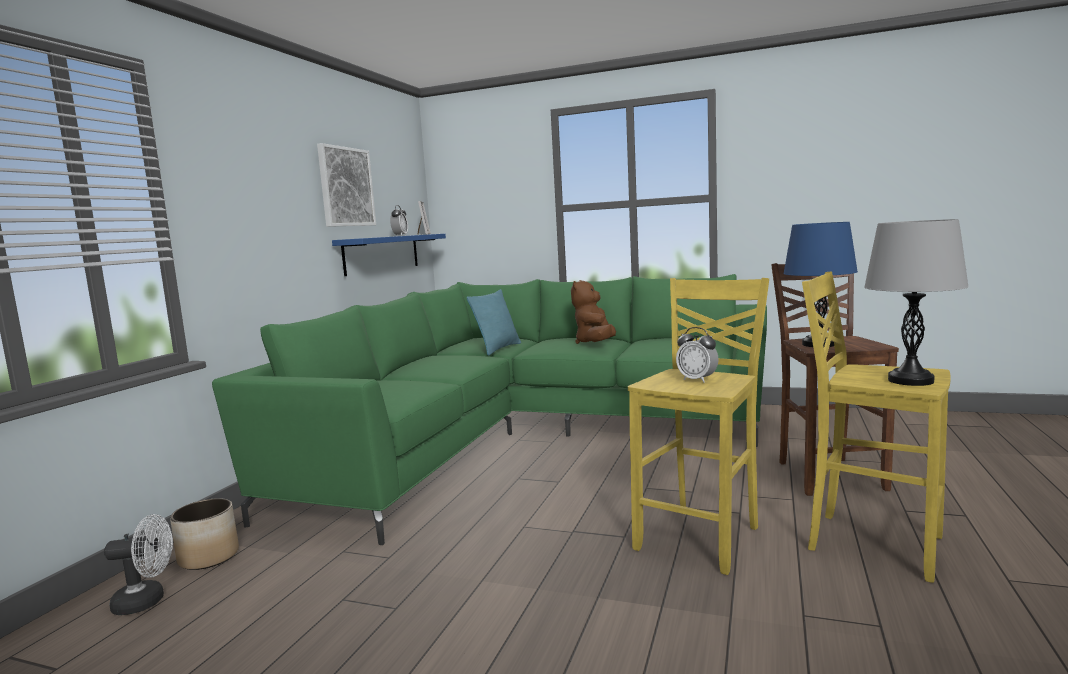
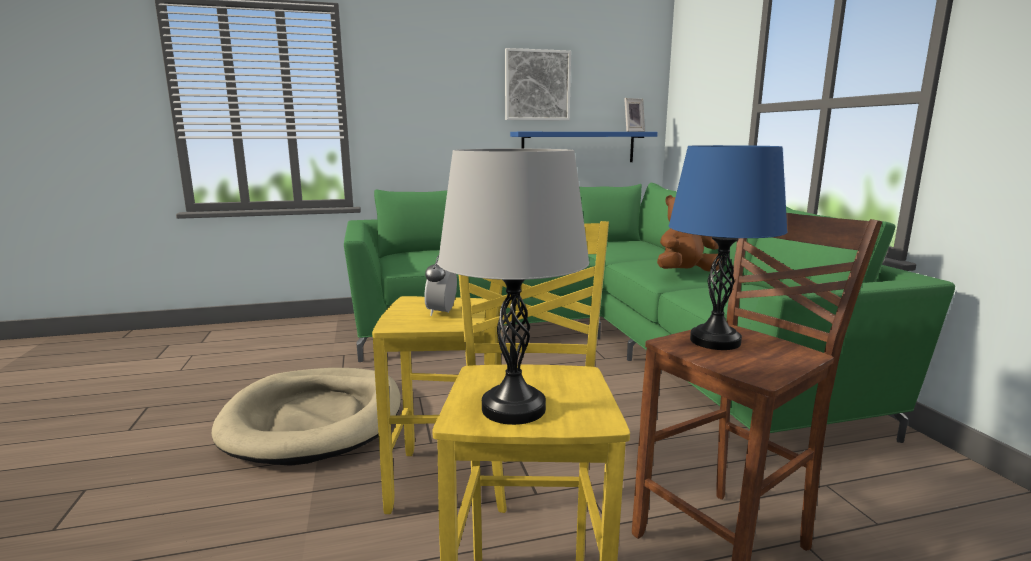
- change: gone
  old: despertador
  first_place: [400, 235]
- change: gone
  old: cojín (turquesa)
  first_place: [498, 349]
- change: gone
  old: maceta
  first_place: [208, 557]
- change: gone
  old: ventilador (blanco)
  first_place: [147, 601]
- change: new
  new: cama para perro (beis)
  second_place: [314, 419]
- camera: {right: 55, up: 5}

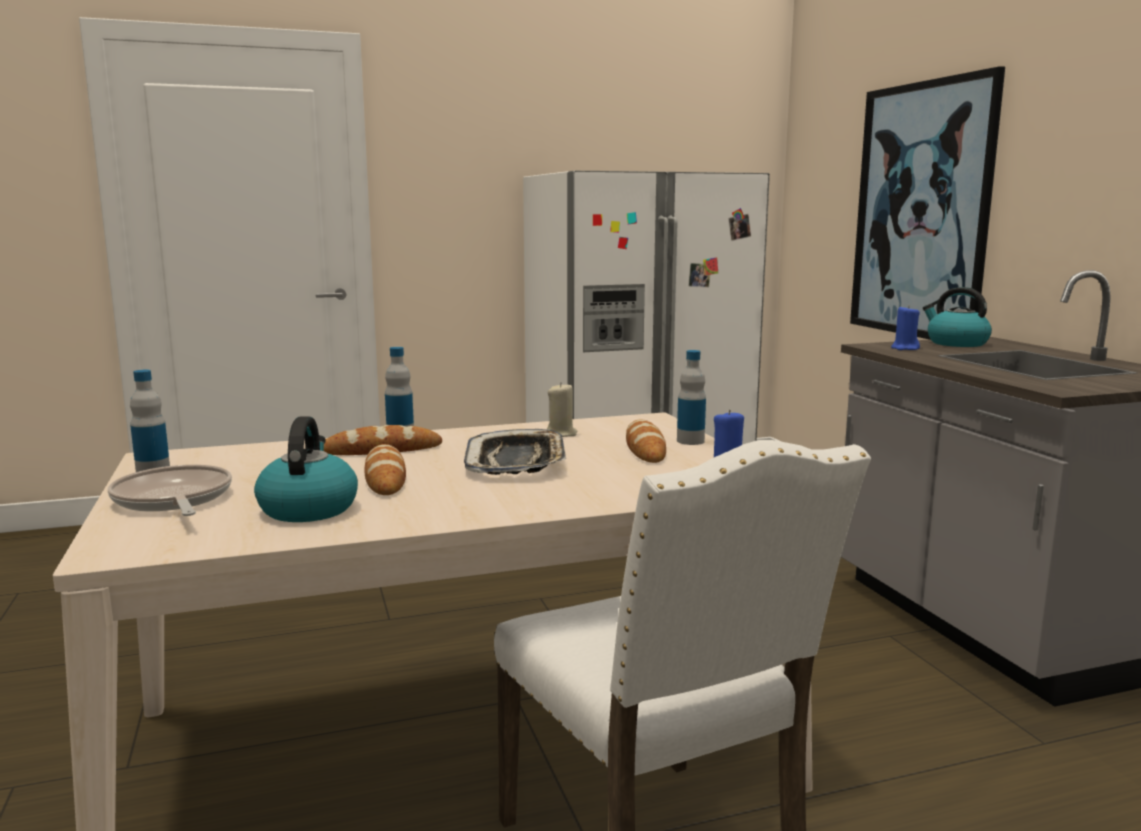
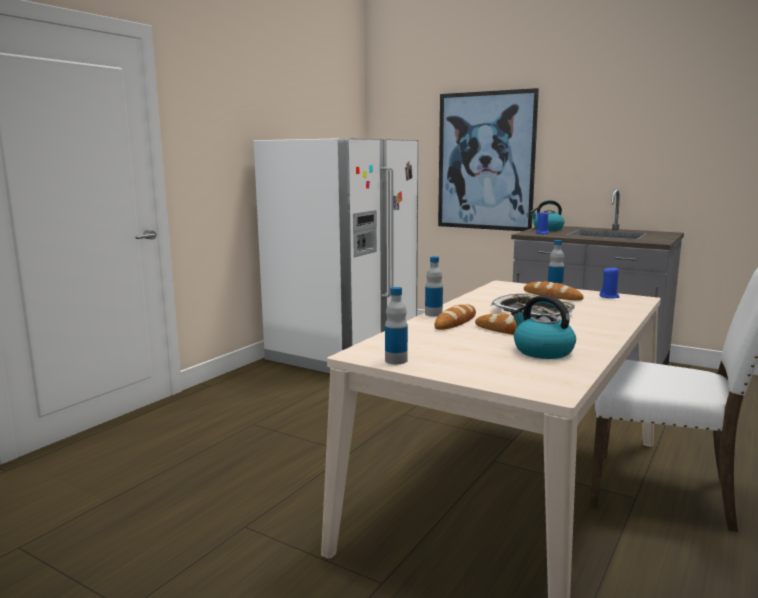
- change: gone
  old: vela (beis)
  first_place: [561, 434]
- change: gone
  old: sartén
  first_place: [173, 500]
- camera: {right: -40, up: 0}

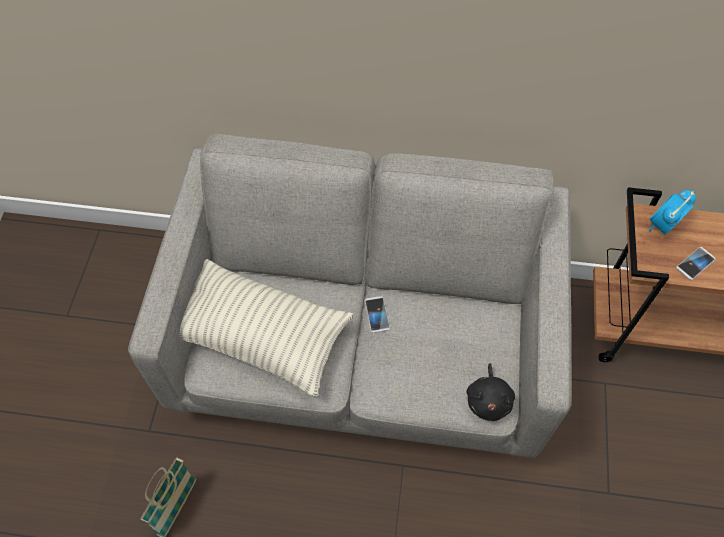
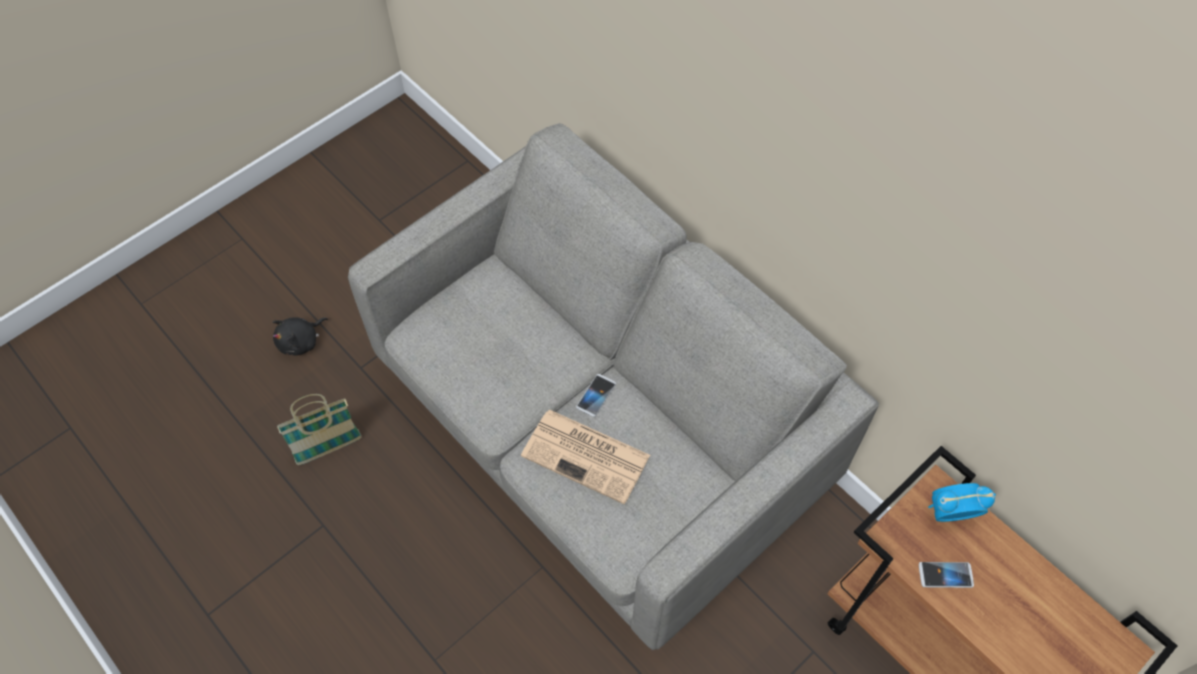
- change: gone
  old: cojín
  first_place: [261, 336]
- change: shifted
  old: peluche (negro)
  first_place: [488, 400]
  second_place: [301, 341]
- change: new
  new: periódico
  second_place: [587, 456]
- camera: {right: 40, up: 0}

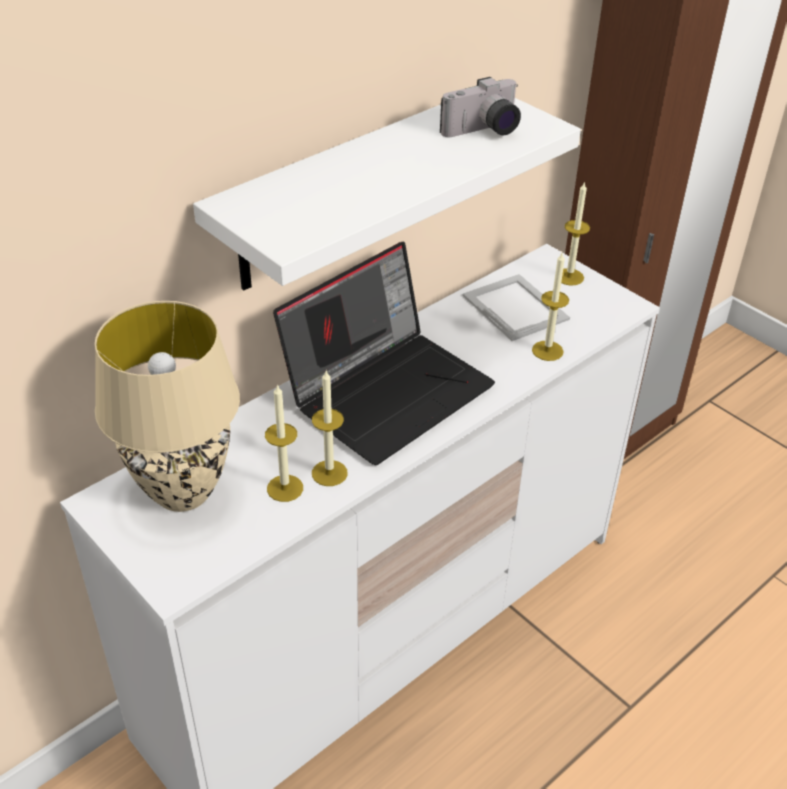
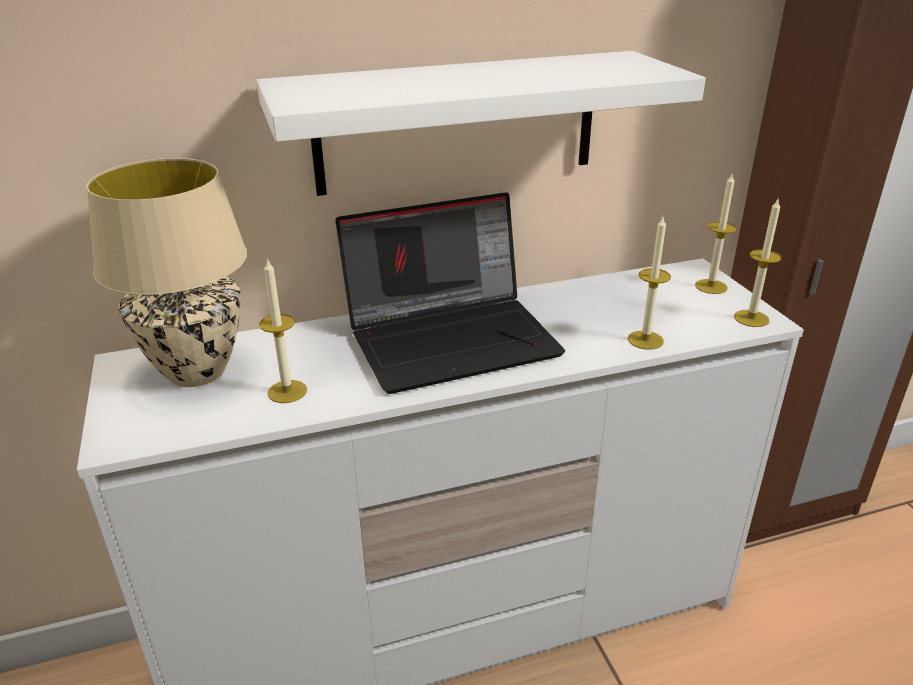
- change: gone
  old: cámara
  first_place: [484, 131]
- change: gone
  old: portarretratos
  first_place: [515, 306]
- change: shifted
  old: vela
  first_place: [329, 473]
  second_place: [751, 318]
- camera: {right: 25, up: -10}

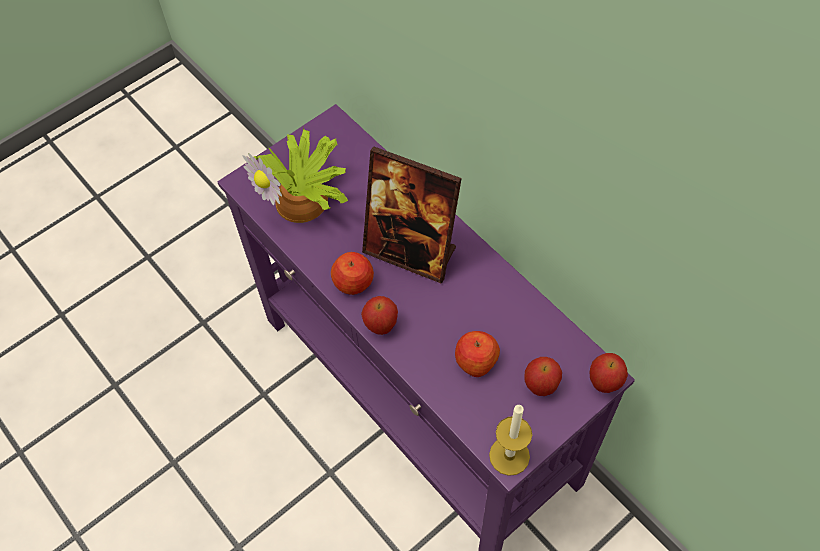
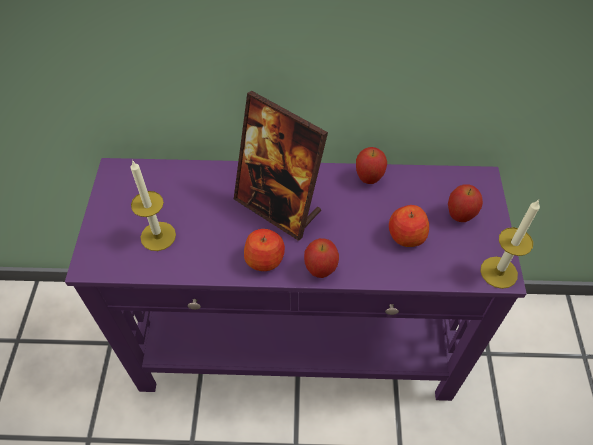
- change: swapped
  old: planta en maceta
  new: vela
  first_place: [305, 200]
  second_place: [158, 236]
- change: rotated
  old: portarretratos
  first_place: [410, 251]
  second_place: [278, 207]
  degrees: 60
- change: shifted
  old: manzana
  first_place: [604, 383]
  second_place: [369, 178]
- camera: {right: -50, up: -5}

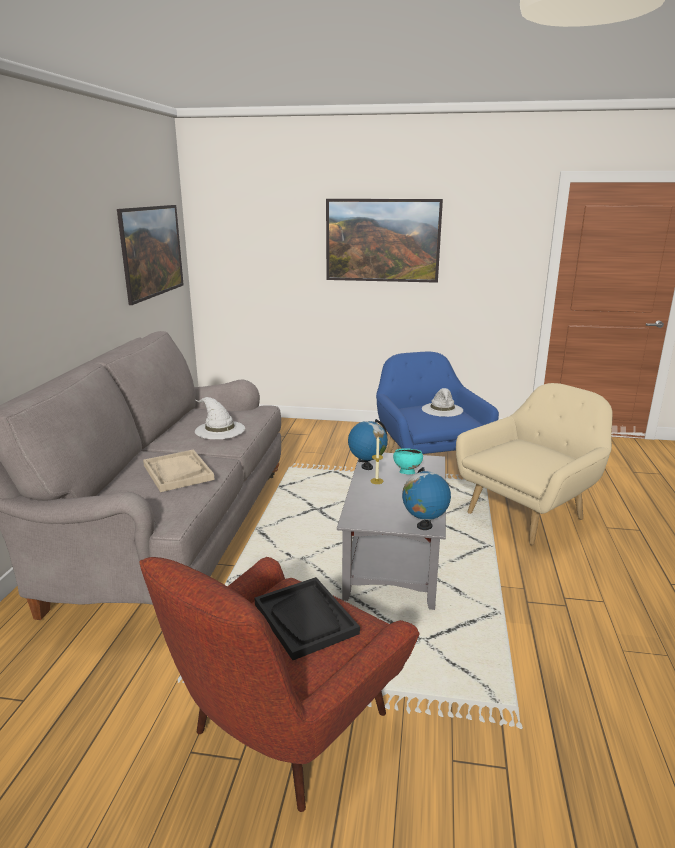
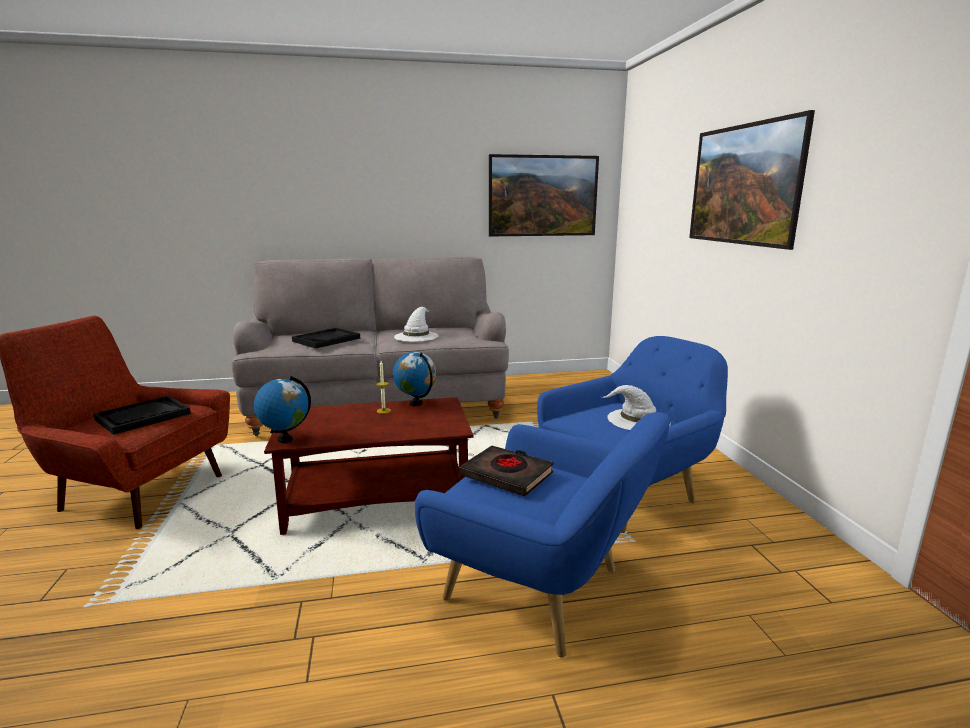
- change: repainted
  old: sillón (beis)
  new: sillón (azul)
  first_place: [528, 513]
  second_place: [542, 592]
- change: gone
  old: cuenco (turquesa)
  first_place: [406, 473]
- change: repainted
  old: bandeja (beis)
  new: bandeja (negro)
  first_place: [178, 472]
  second_place: [326, 340]
- change: repainted
  old: mesa de centro (gris)
  new: mesa de centro (marrón)
  first_place: [393, 556]
  second_place: [379, 500]
- change: new
  new: libro (negro)
  second_place: [507, 475]
- camera: {right: 70, up: -5}

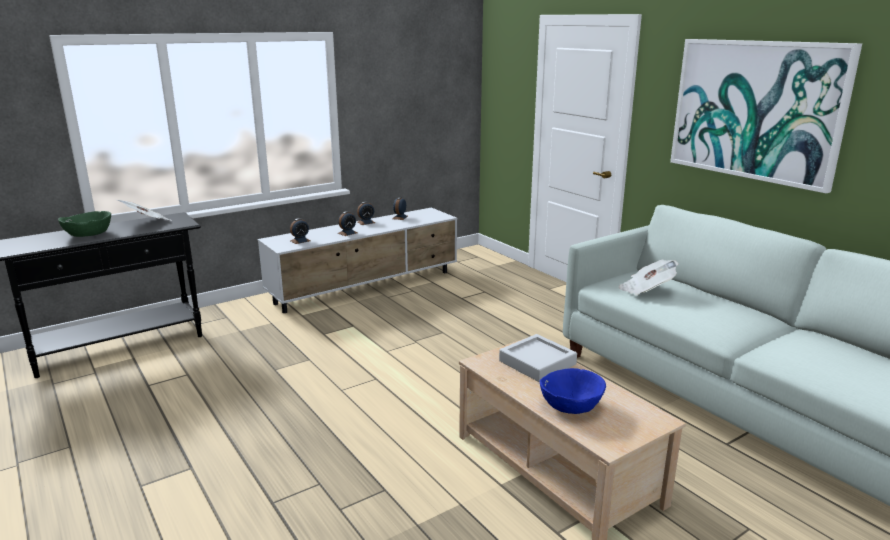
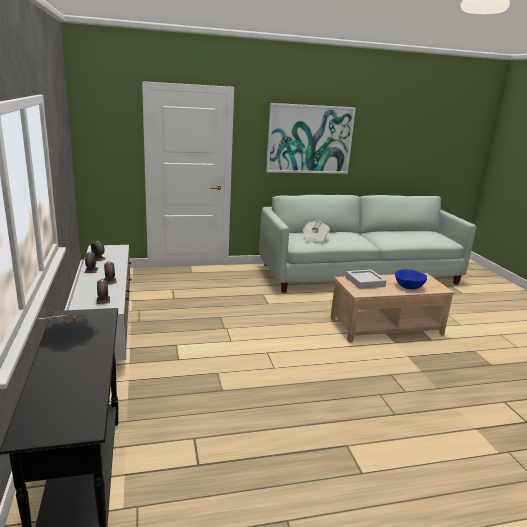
- change: gone
  old: cuenco (verde)
  first_place: [88, 234]
- camera: {right: -70, up: 0}

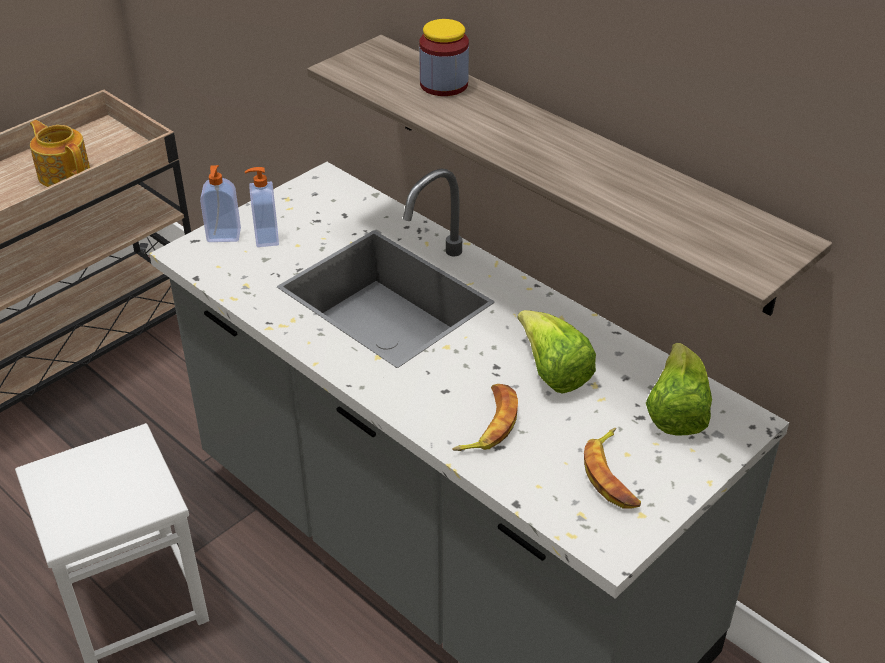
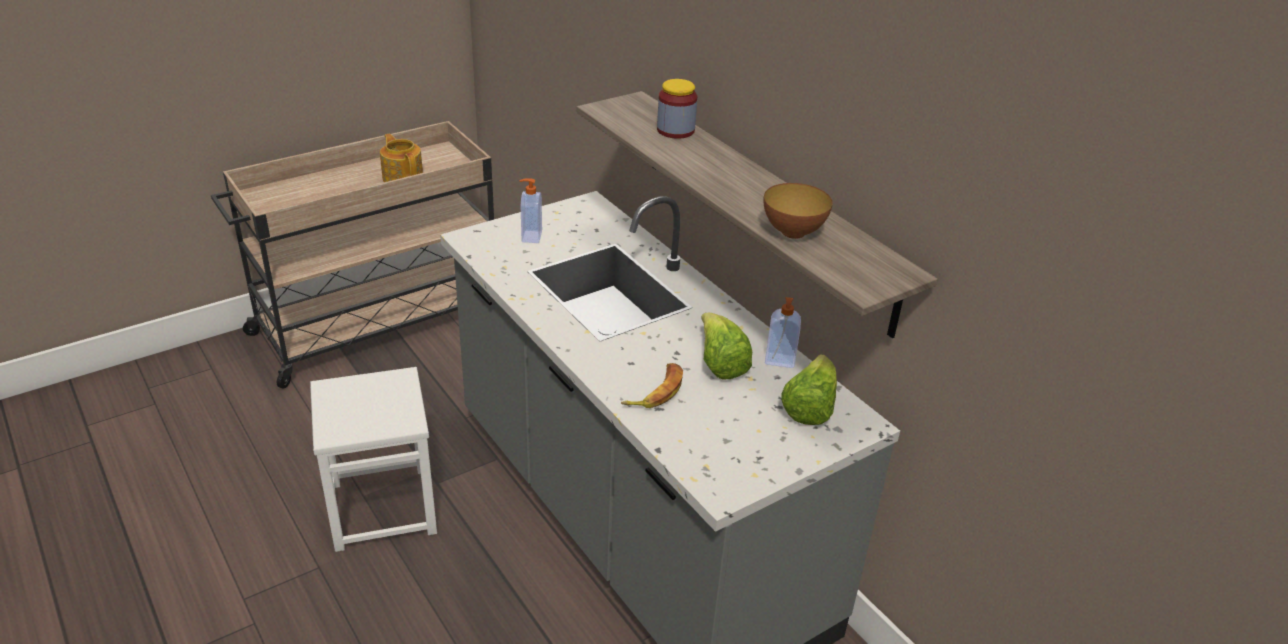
- change: shifted
  old: dispensador de jabón
  first_place: [224, 236]
  second_place: [779, 361]
- change: gone
  old: plátano
  first_place: [612, 475]
- change: new
  new: cuenco
  second_place: [793, 232]
- camera: {right: 10, up: -5}

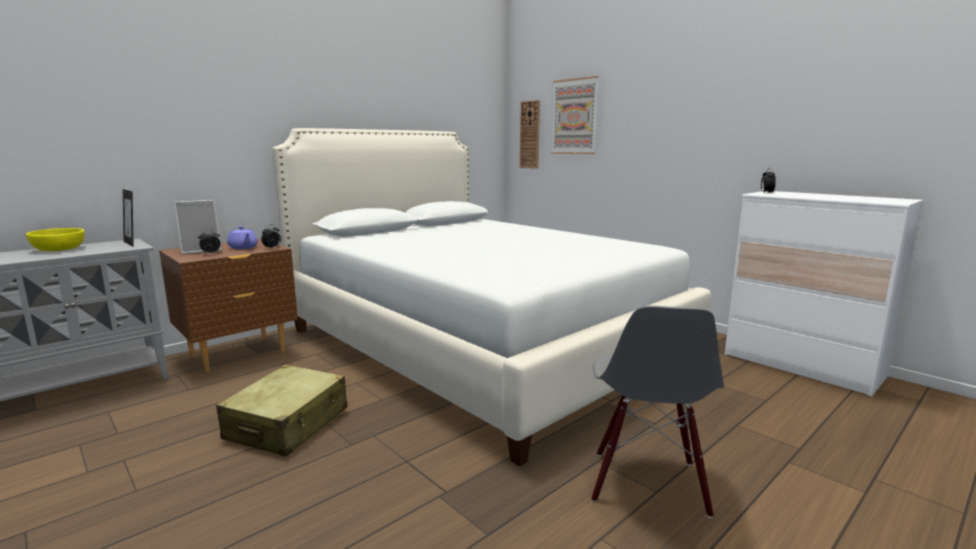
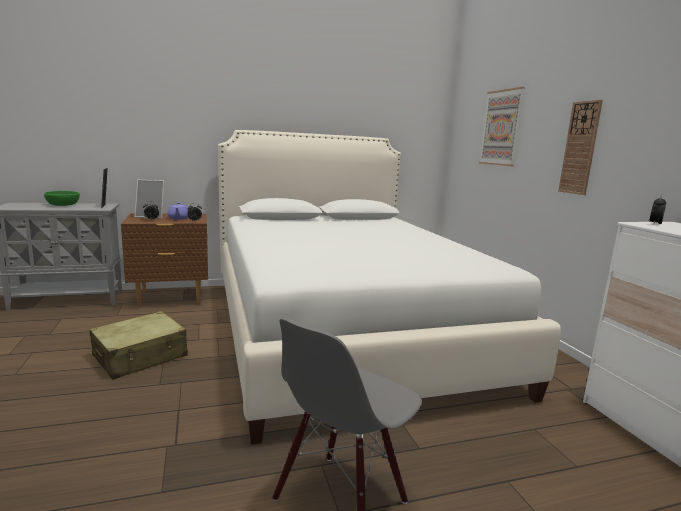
- change: shifted
  old: reloj de pared
  first_place: [530, 135]
  second_place: [580, 148]
- change: repainted
  old: cuenco (amarillo)
  new: cuenco (verde)
  first_place: [59, 249]
  second_place: [63, 204]
- camera: {right: 25, up: 0}

